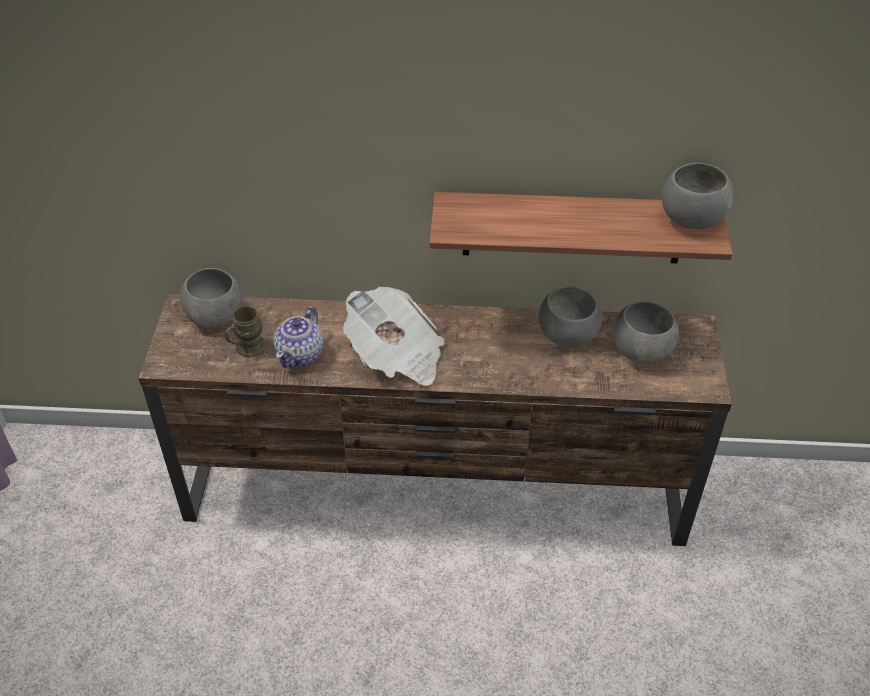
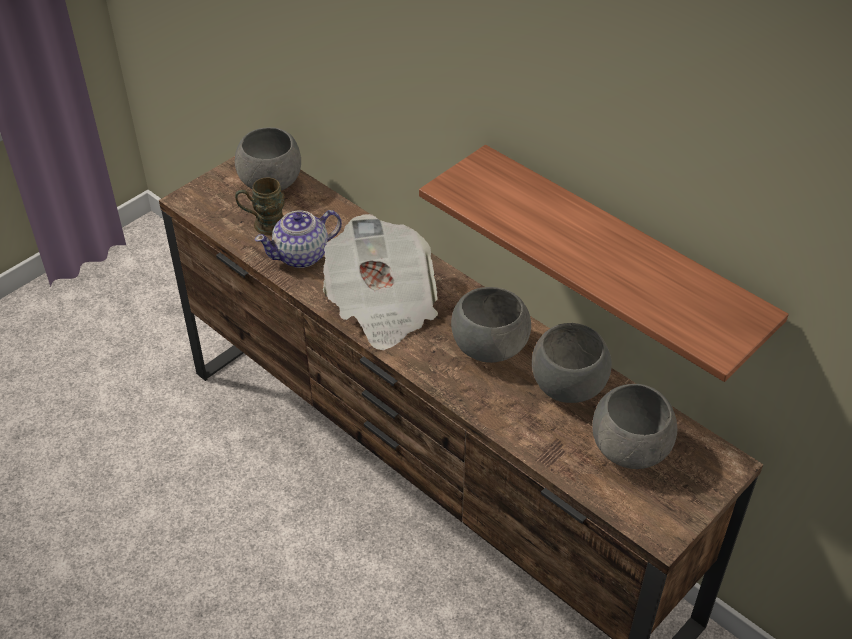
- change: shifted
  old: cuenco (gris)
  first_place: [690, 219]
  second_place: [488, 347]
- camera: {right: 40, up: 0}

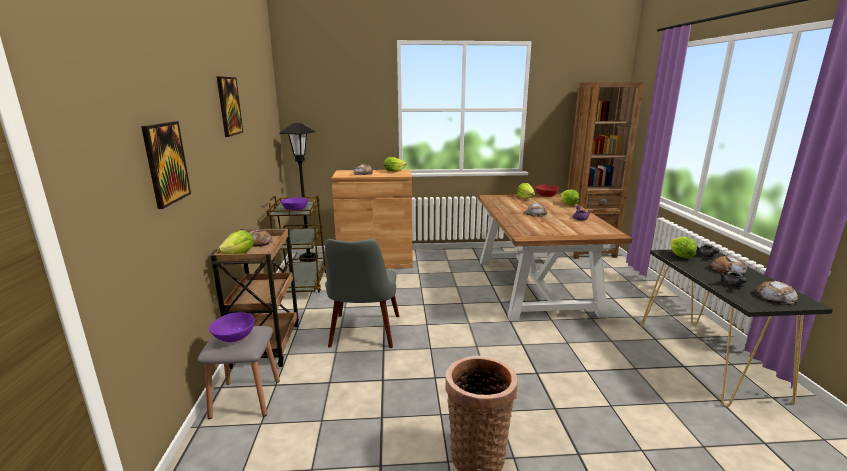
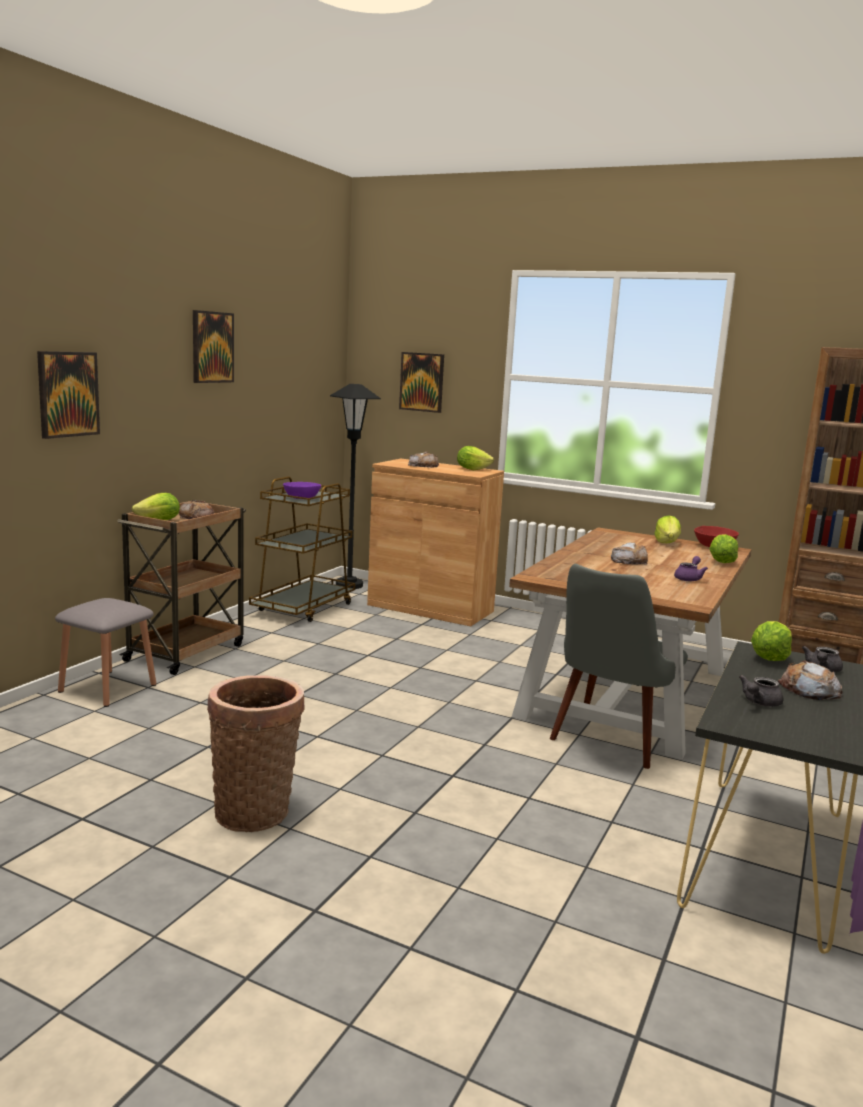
- change: shifted
  old: silla (gris)
  first_place: [363, 336]
  second_place: [609, 741]
- change: gone
  old: pan
  first_place: [774, 297]
- change: gone
  old: cuenco (morado)
  first_place: [234, 337]
- change: new
  new: cuadro
  second_place: [422, 382]
- camera: {right: 30, up: -5}

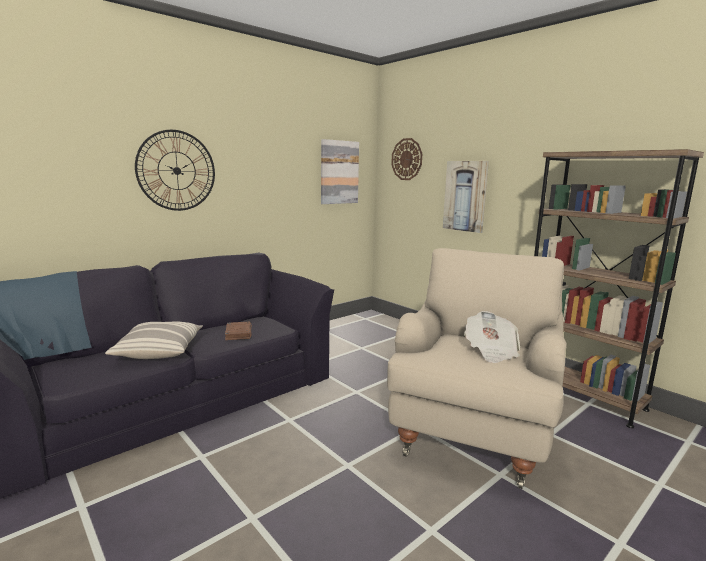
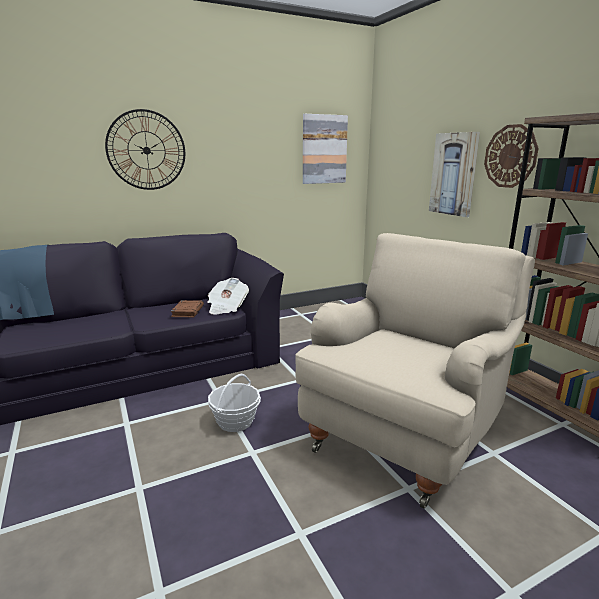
- change: shifted
  old: reloj de pared
  first_place: [407, 159]
  second_place: [510, 156]
- change: shifted
  old: periódico
  first_place: [490, 351]
  second_place: [227, 307]
- change: gone
  old: cojín
  first_place: [159, 351]
- change: new
  new: cesta
  second_place: [235, 421]
- camera: {right: 15, up: 5}

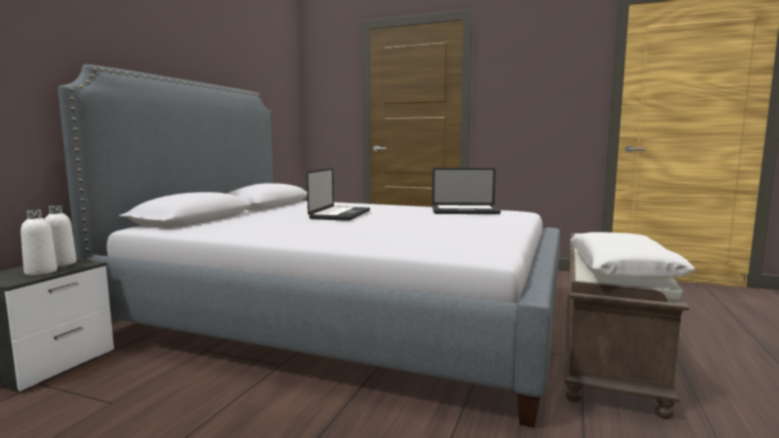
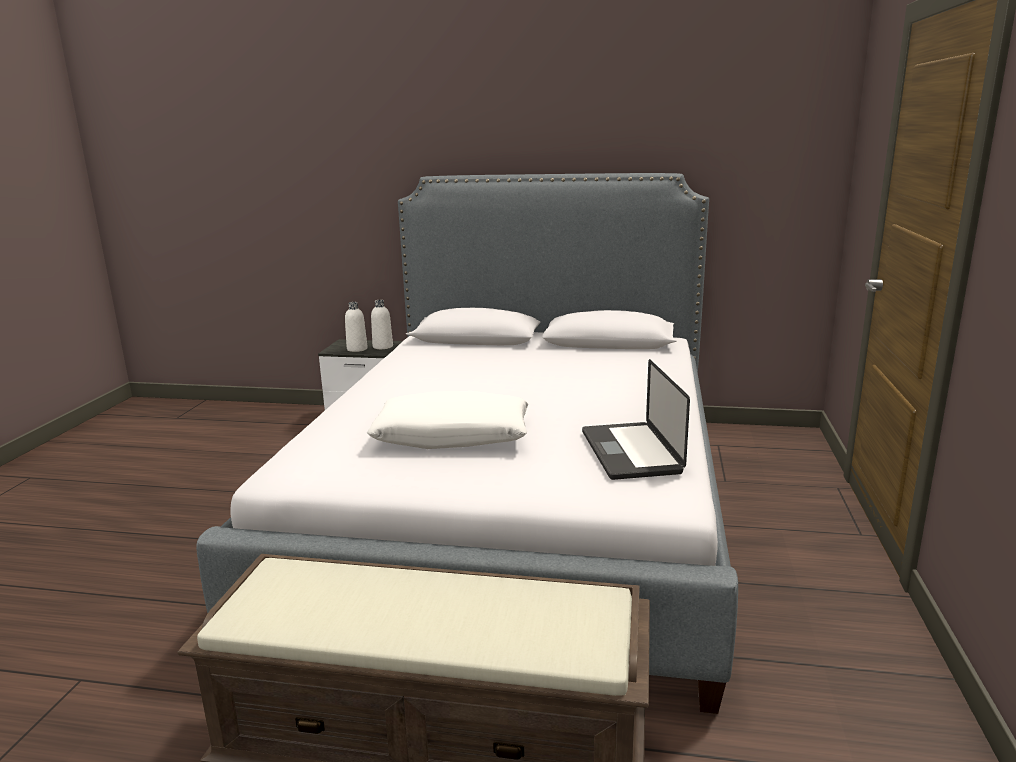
- change: gone
  old: portátil
  first_place: [340, 215]
- change: shifted
  old: cojín (blanco)
  first_place: [622, 269]
  second_place: [452, 436]
- camera: {right: 80, up: 10}

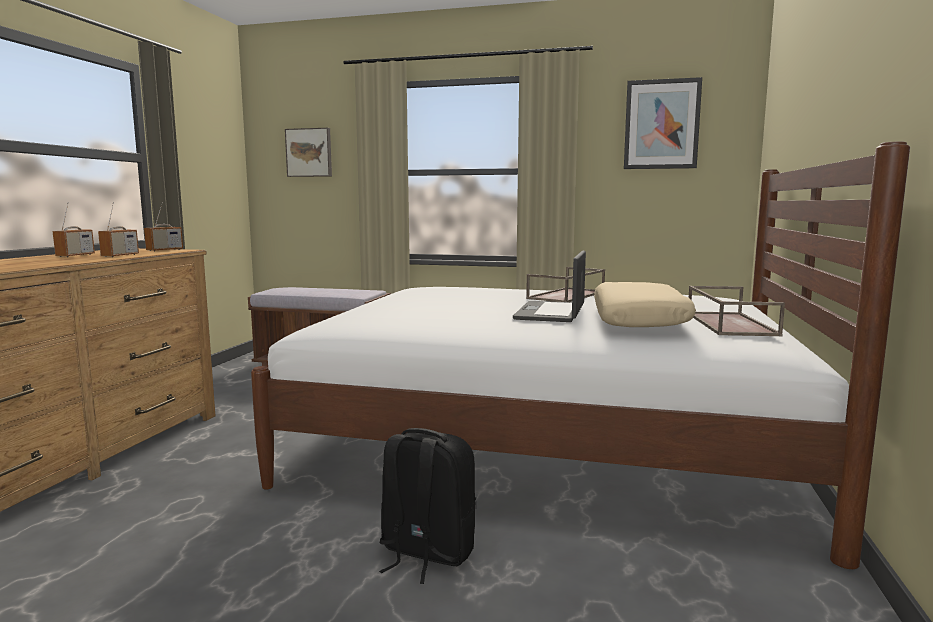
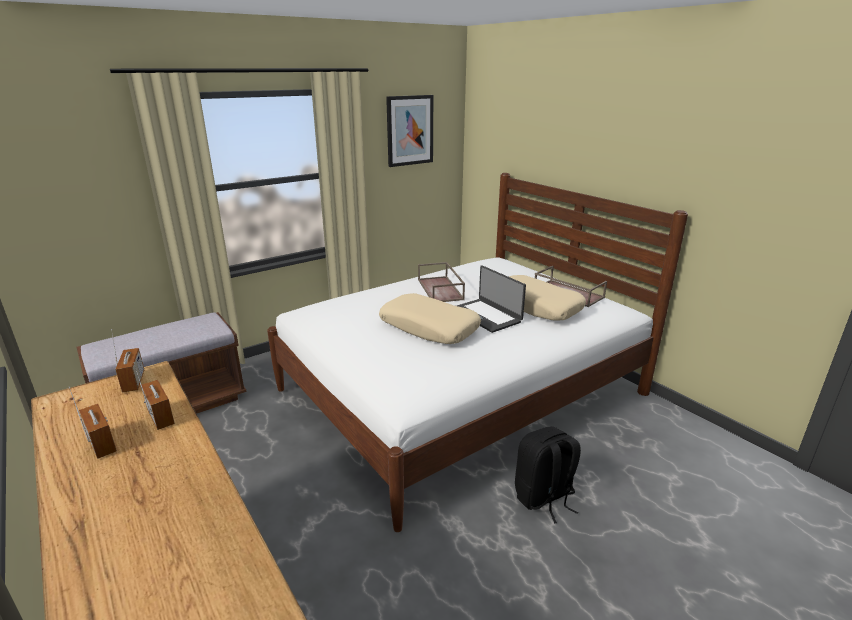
- change: gone
  old: cuadro
  first_place: [309, 152]
- change: new
  new: cojín (beis)
  second_place: [429, 327]
- camera: {right: -50, up: 15}

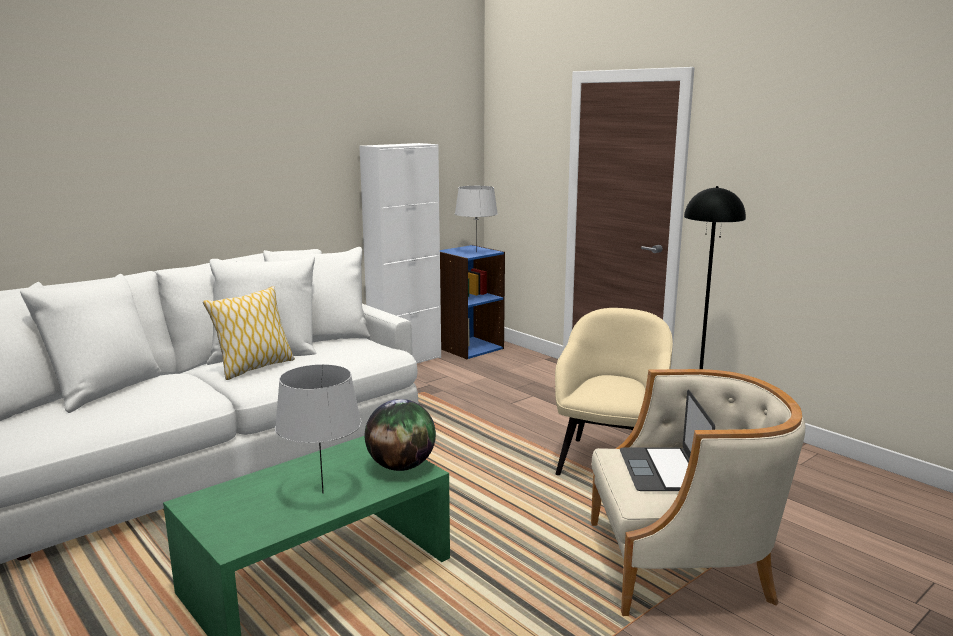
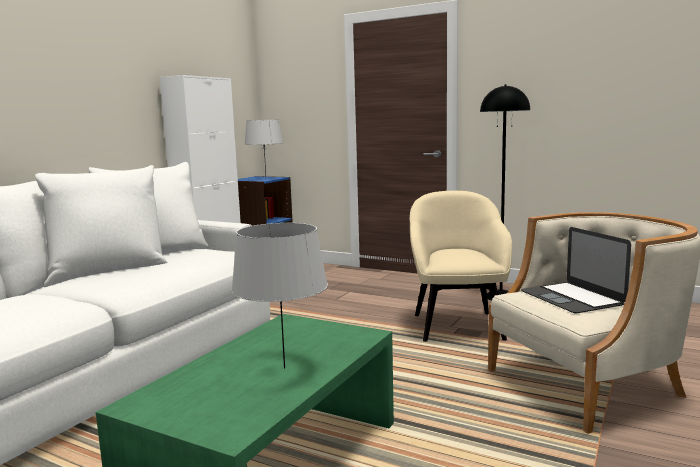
- change: gone
  old: cojín
  first_place: [254, 368]
- change: gone
  old: globo terráqueo
  first_place: [401, 466]
- camera: {right: -20, up: -5}

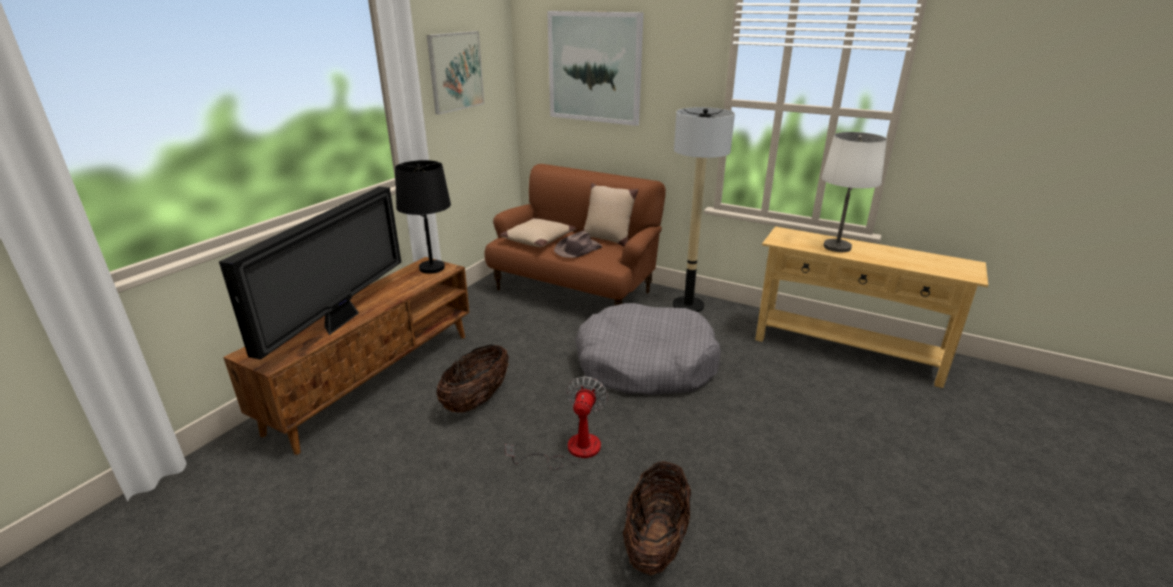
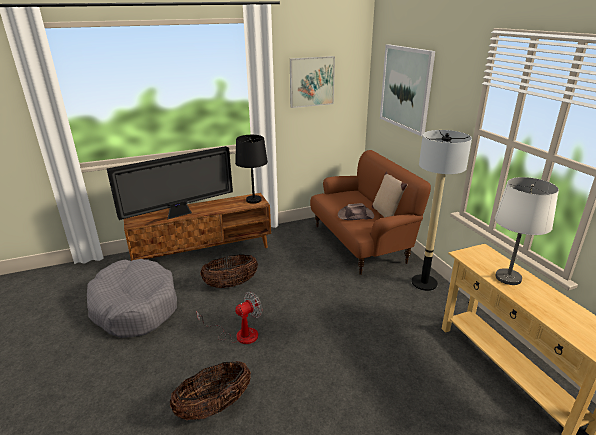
- change: gone
  old: cojín (beis)
  first_place: [538, 239]
- change: shifted
  old: cama para perro (gris)
  first_place: [645, 365]
  second_place: [134, 307]
- camera: {right: 40, up: 0}

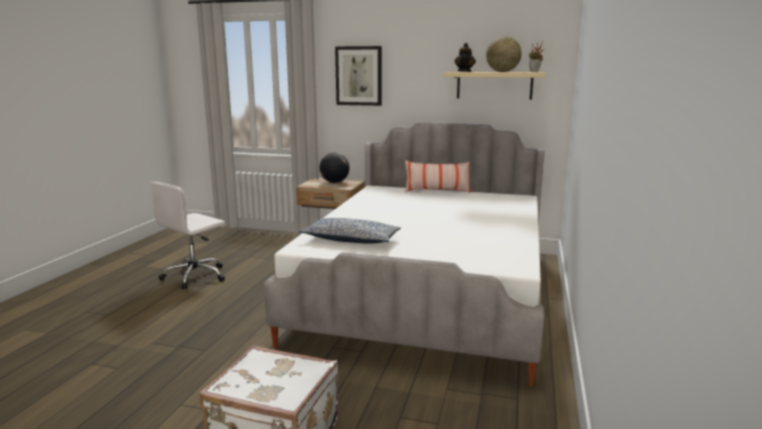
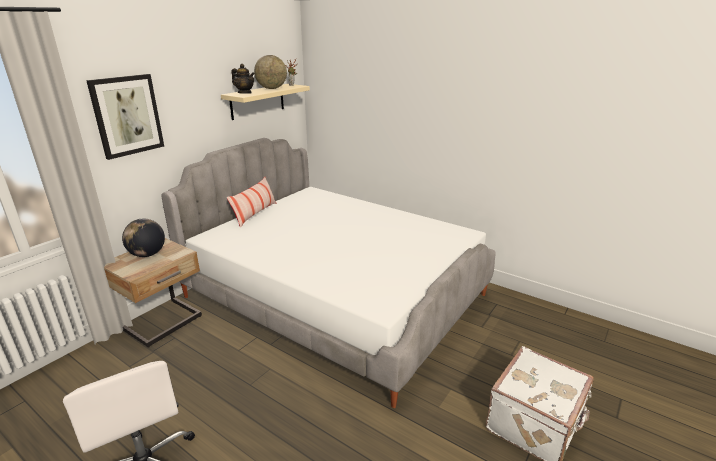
- change: gone
  old: cojín
  first_place: [350, 240]
- camera: {right: -70, up: 10}

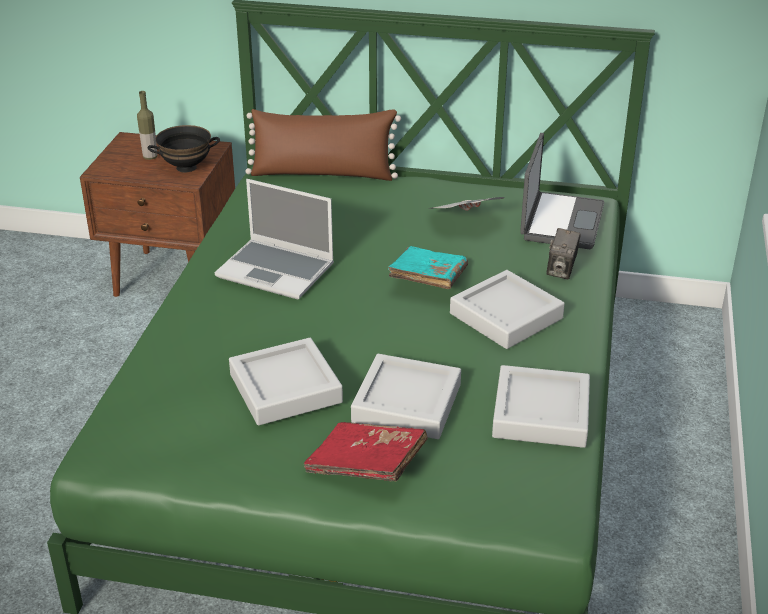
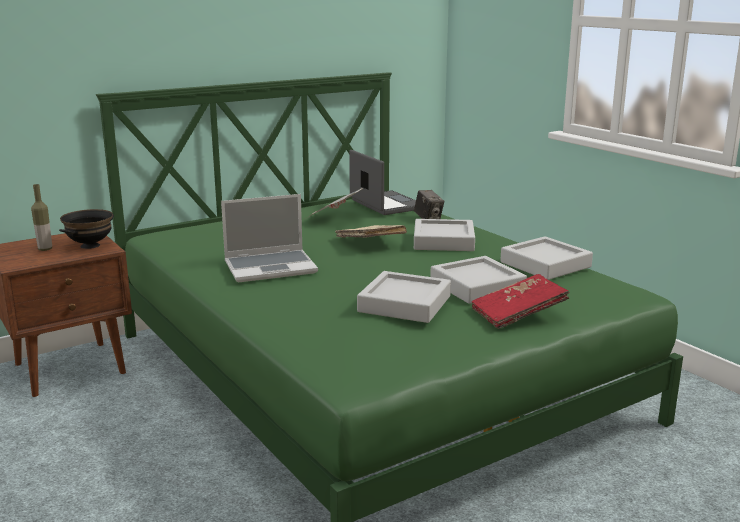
- change: gone
  old: cojín (marrón)
  first_place: [323, 174]
- change: repainted
  old: libro (turquesa)
  new: libro (beis)
  first_place: [427, 280]
  second_place: [370, 243]
- camera: {right: -45, up: -15}

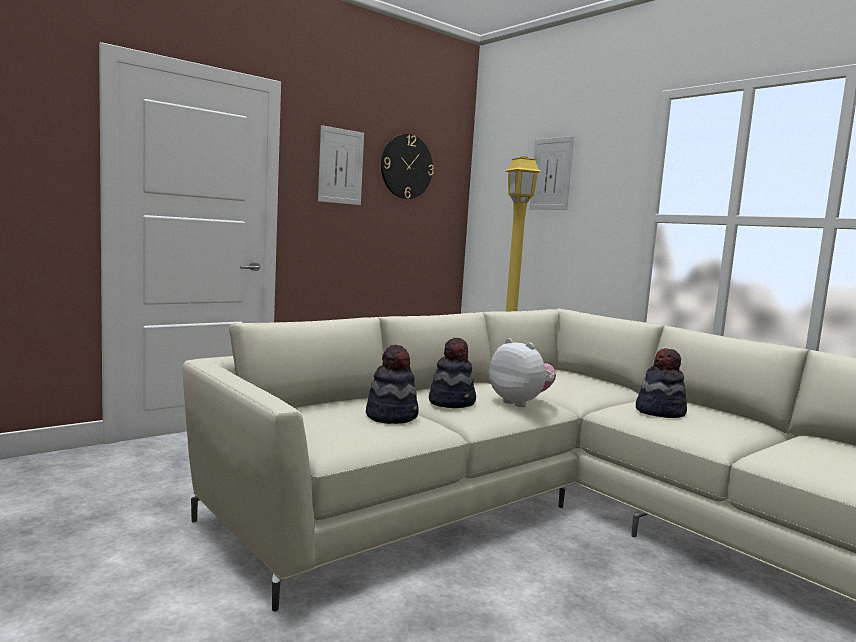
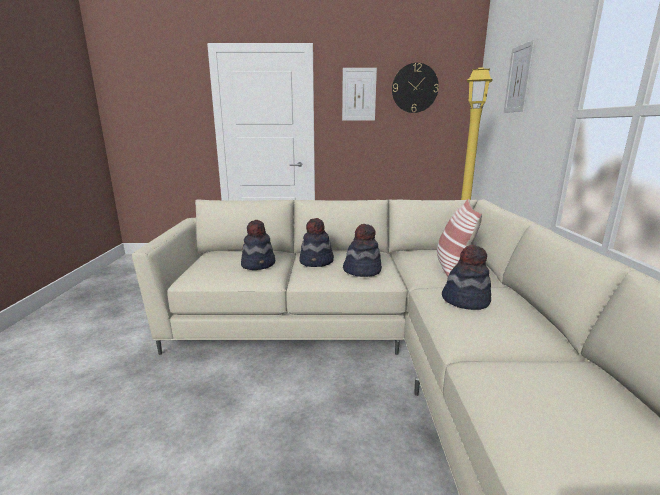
- change: swapped
  old: peluche
  new: sombrero
  first_place: [520, 403]
  second_place: [362, 270]
- change: new
  new: cojín
  second_place: [452, 266]
- camera: {right: 40, up: 10}

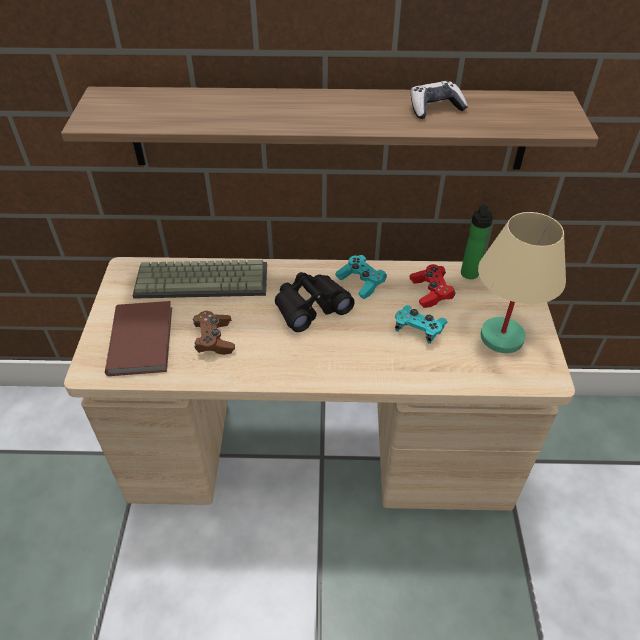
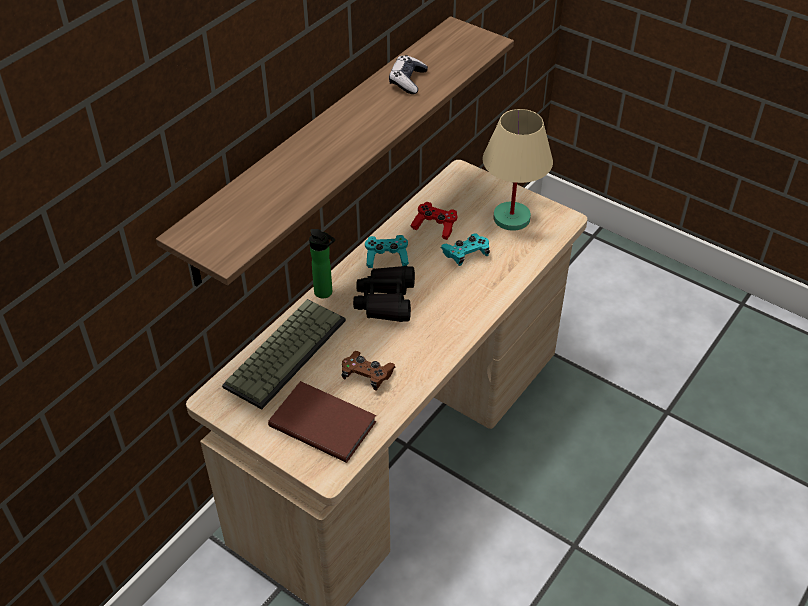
- change: shifted
  old: botella
  first_place: [469, 275]
  second_place: [325, 293]
- camera: {right: -55, up: 0}

